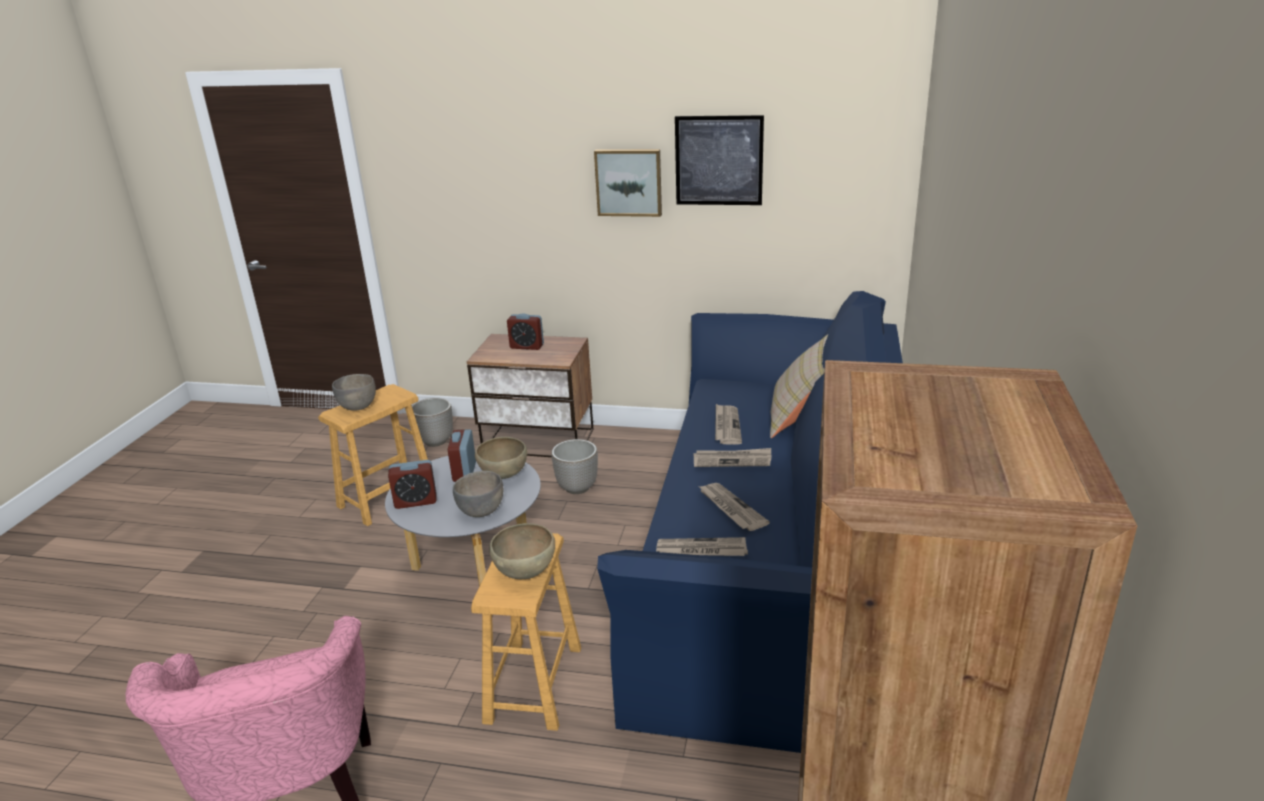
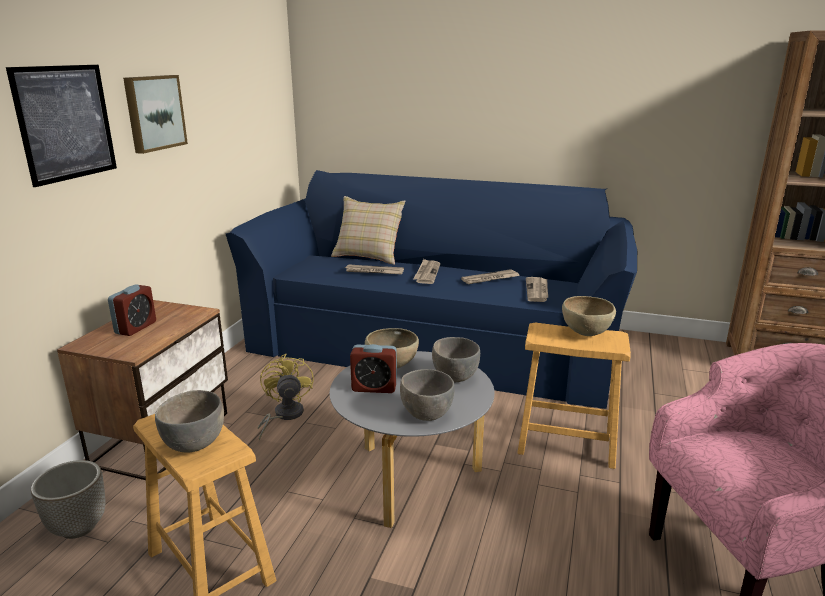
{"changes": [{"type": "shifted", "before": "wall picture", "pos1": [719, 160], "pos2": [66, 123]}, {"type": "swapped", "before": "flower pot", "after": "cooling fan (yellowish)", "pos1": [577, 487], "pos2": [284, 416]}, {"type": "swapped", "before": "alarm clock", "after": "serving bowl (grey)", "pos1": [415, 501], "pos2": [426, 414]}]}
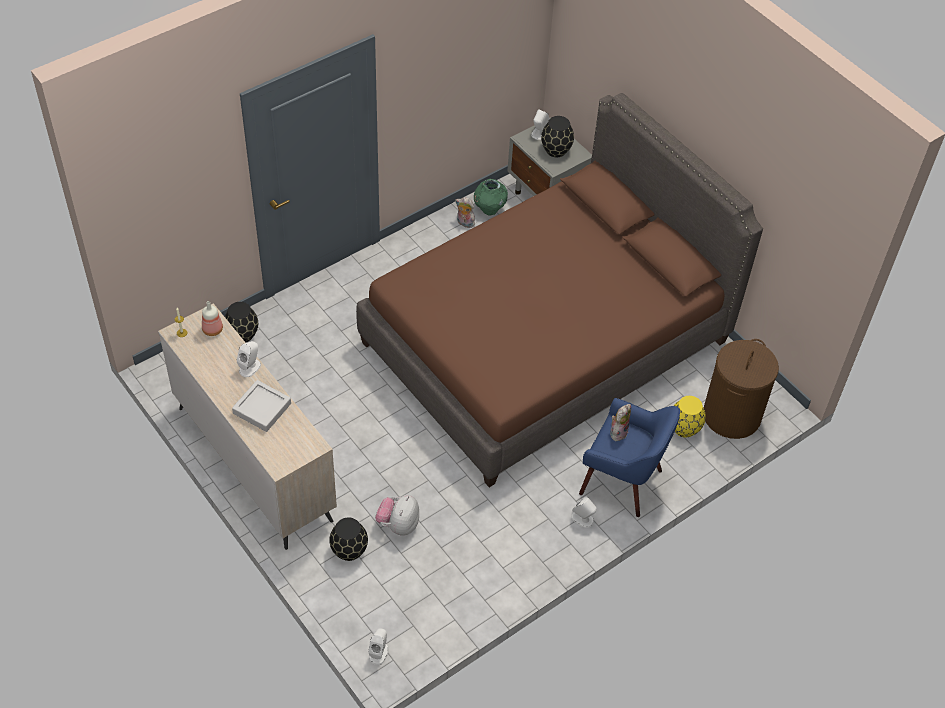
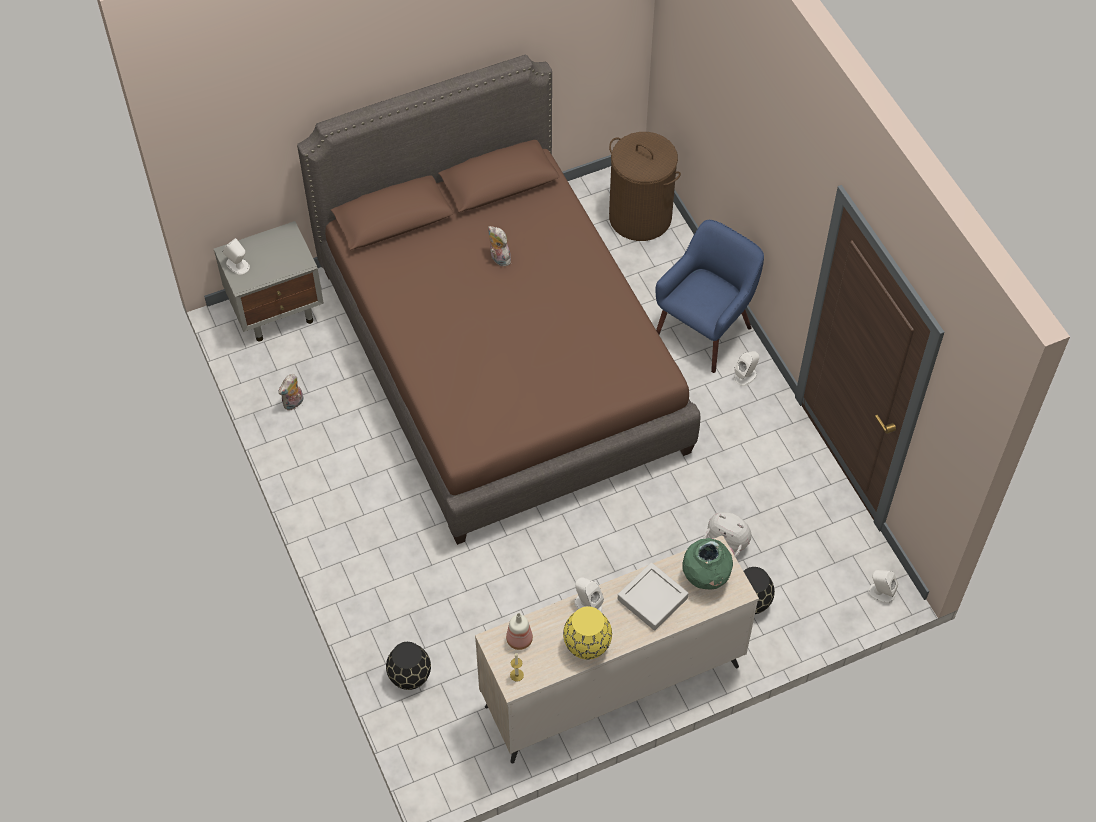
{"changes": [{"type": "shifted", "before": "cuddly toy", "pos1": [618, 431], "pos2": [498, 258]}, {"type": "shifted", "before": "flower vase (yellowish)", "pos1": [685, 428], "pos2": [587, 645]}, {"type": "shifted", "before": "flower vase (green)", "pos1": [489, 209], "pos2": [705, 578]}, {"type": "gone", "before": "flower vase (black)", "pos1": [556, 150]}]}
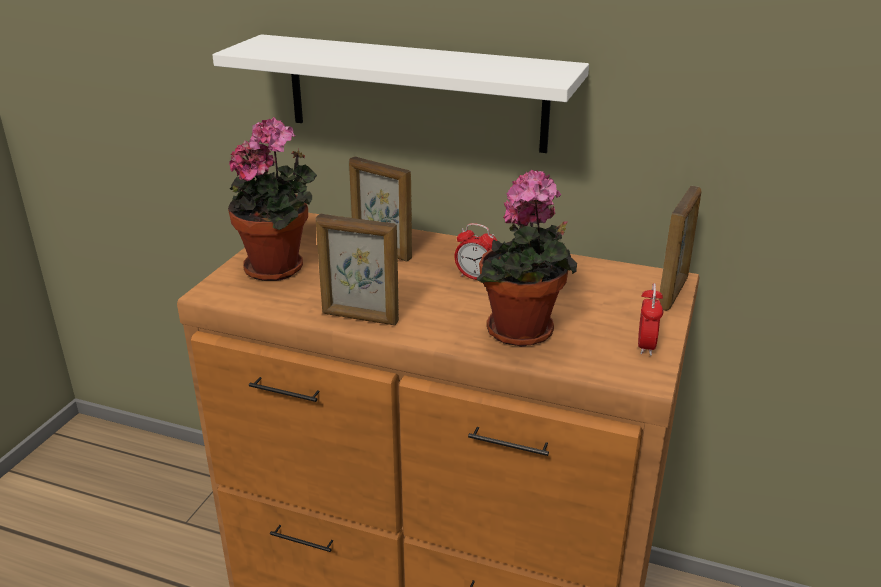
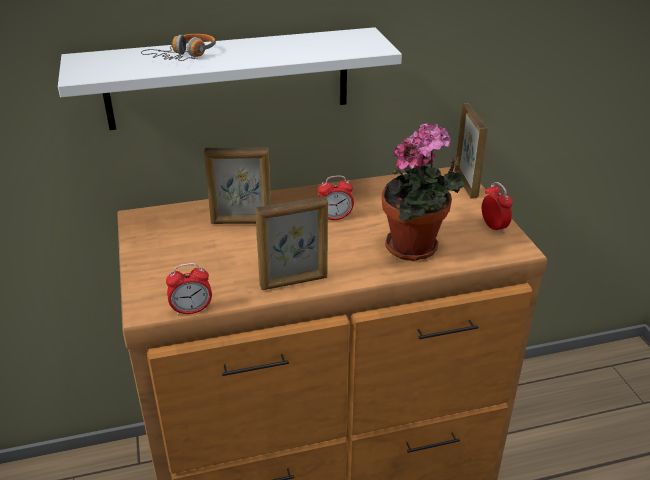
{"changes": [{"type": "new", "after": "headset", "pos2": [185, 56]}, {"type": "new", "after": "alarm clock", "pos2": [191, 310]}, {"type": "gone", "before": "potted plant", "pos1": [280, 267]}]}
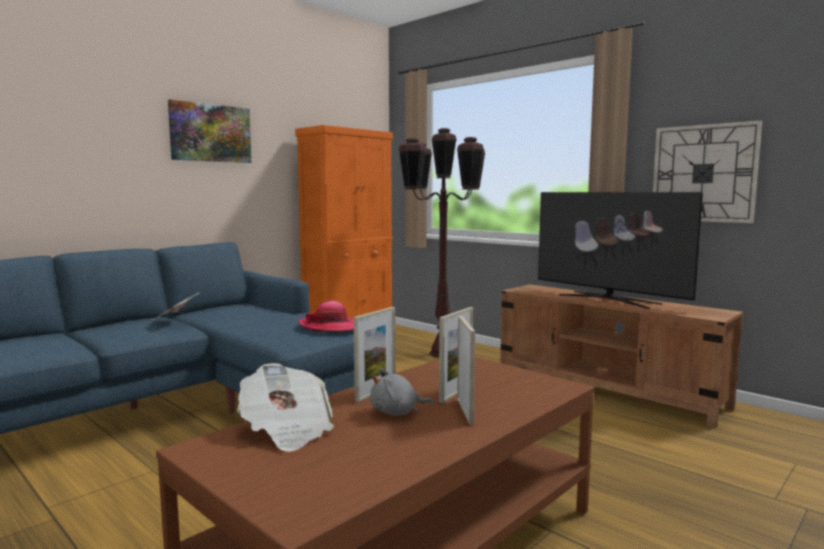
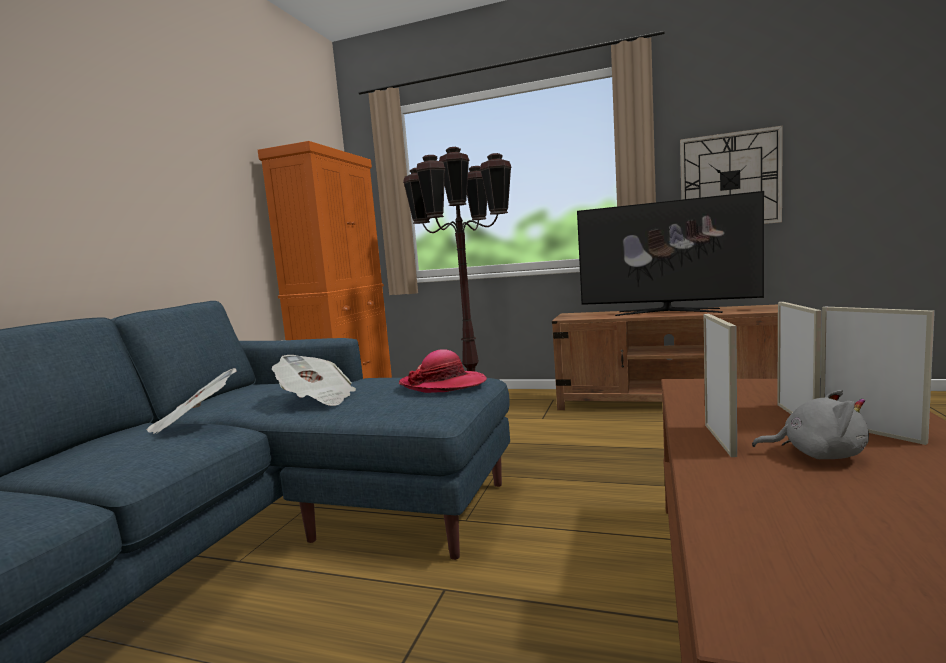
{"changes": [{"type": "shifted", "before": "printed paper", "pos1": [287, 430], "pos2": [317, 399]}, {"type": "rotated", "before": "cuddly toy (grey)", "pos1": [397, 412], "pos2": [817, 455], "turn": -120}, {"type": "gone", "before": "wall picture", "pos1": [210, 133]}]}
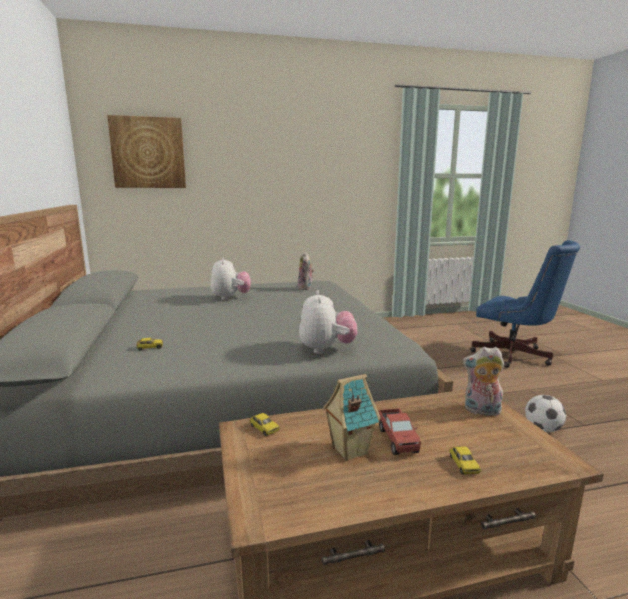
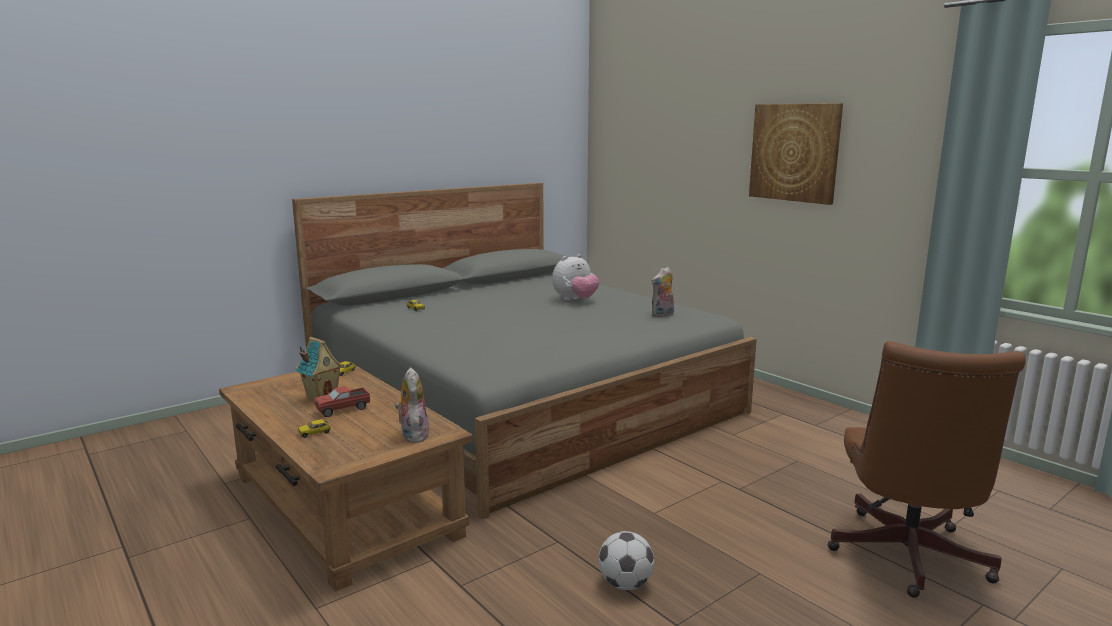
{"changes": [{"type": "shifted", "before": "wall picture", "pos1": [148, 153], "pos2": [794, 152]}, {"type": "repainted", "before": "office chair (bluish)", "after": "office chair (brown-coloured)", "pos1": [515, 356], "pos2": [906, 559]}, {"type": "gone", "before": "cuddly toy", "pos1": [326, 349]}]}
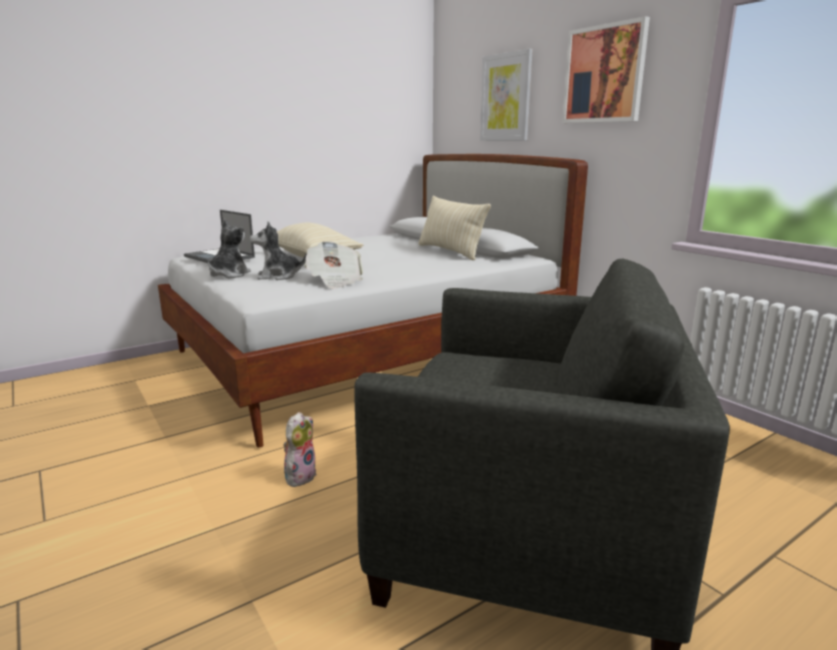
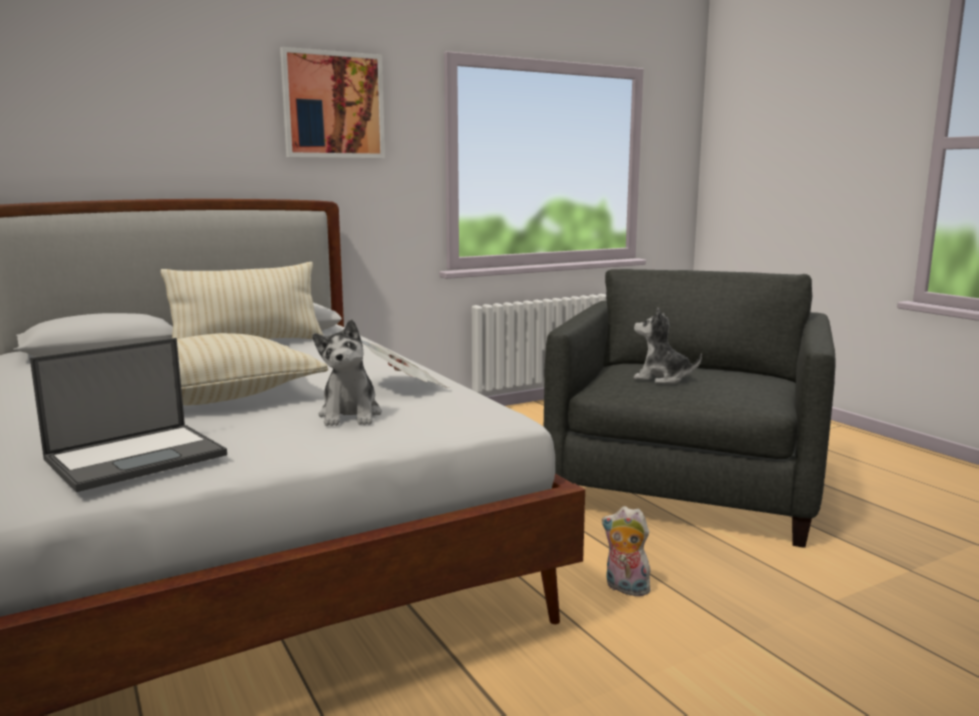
{"changes": [{"type": "shifted", "before": "cuddly toy", "pos1": [229, 275], "pos2": [662, 378]}, {"type": "gone", "before": "wall picture", "pos1": [506, 97]}]}
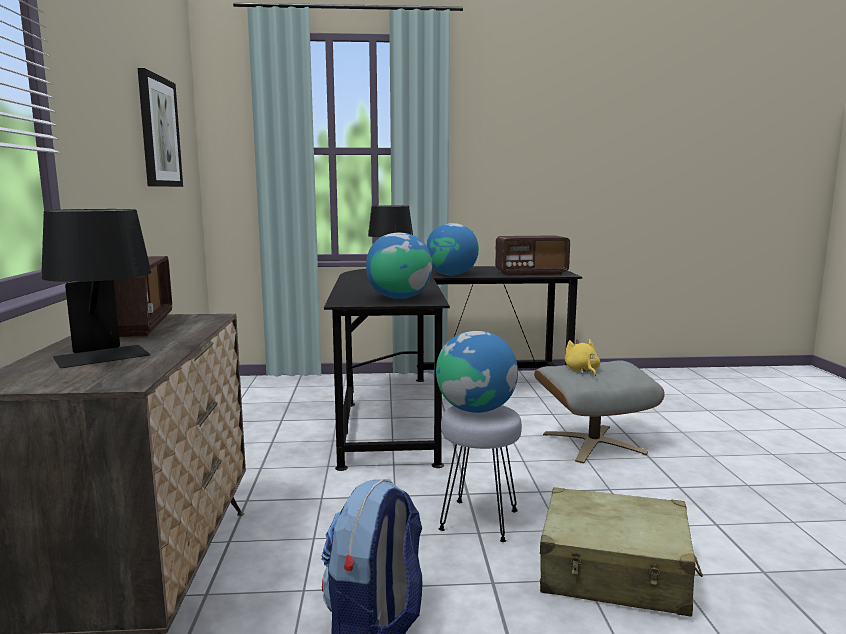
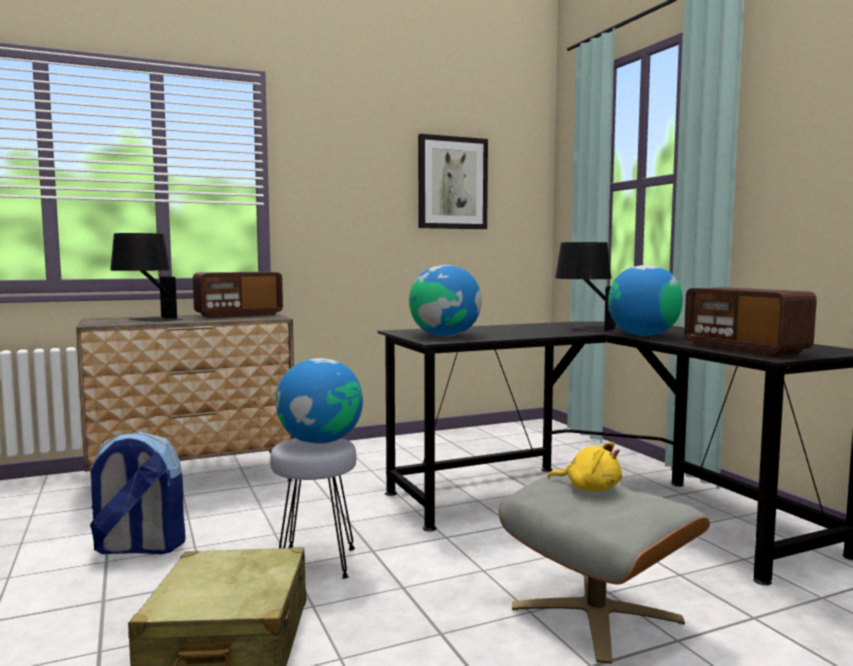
{"changes": [{"type": "rotated", "before": "cuddly toy (yellowish)", "pos1": [582, 371], "pos2": [590, 488], "turn": 60}]}
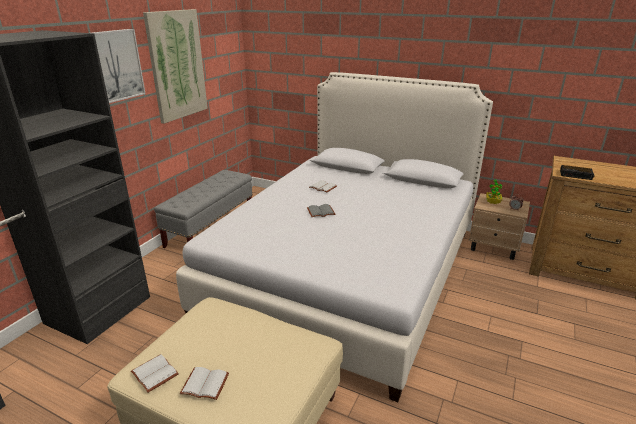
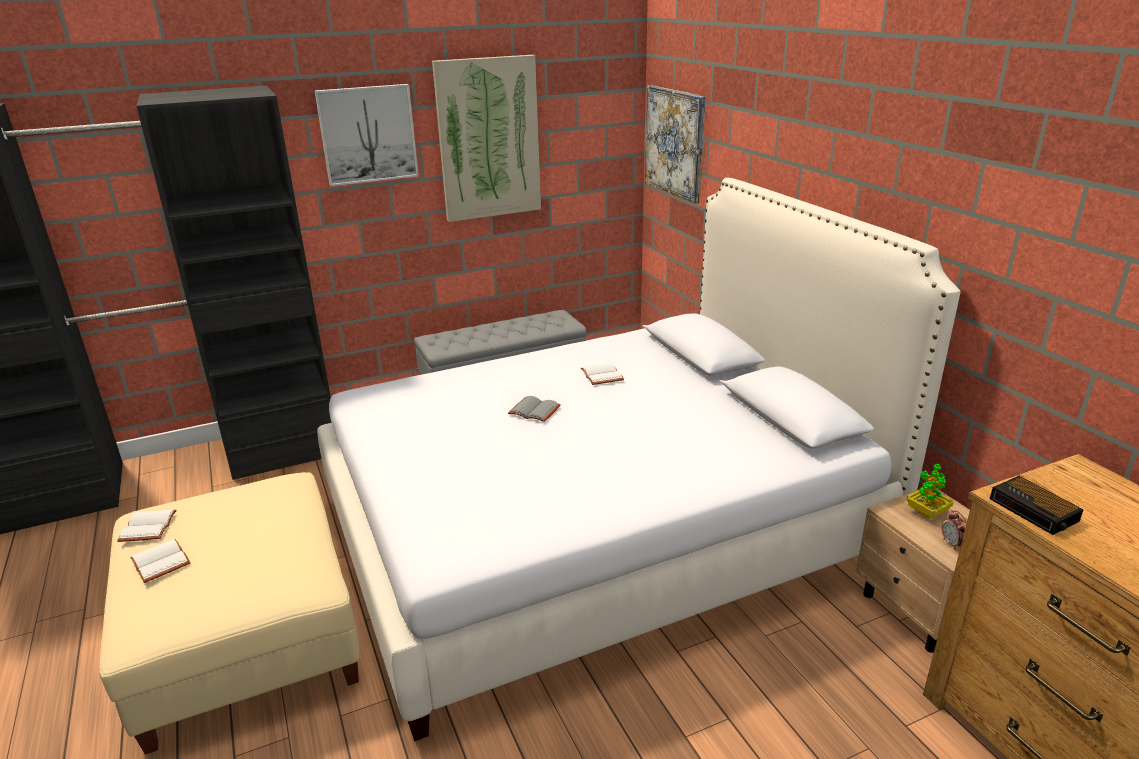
{"changes": [{"type": "new", "after": "wall picture", "pos2": [675, 142]}]}
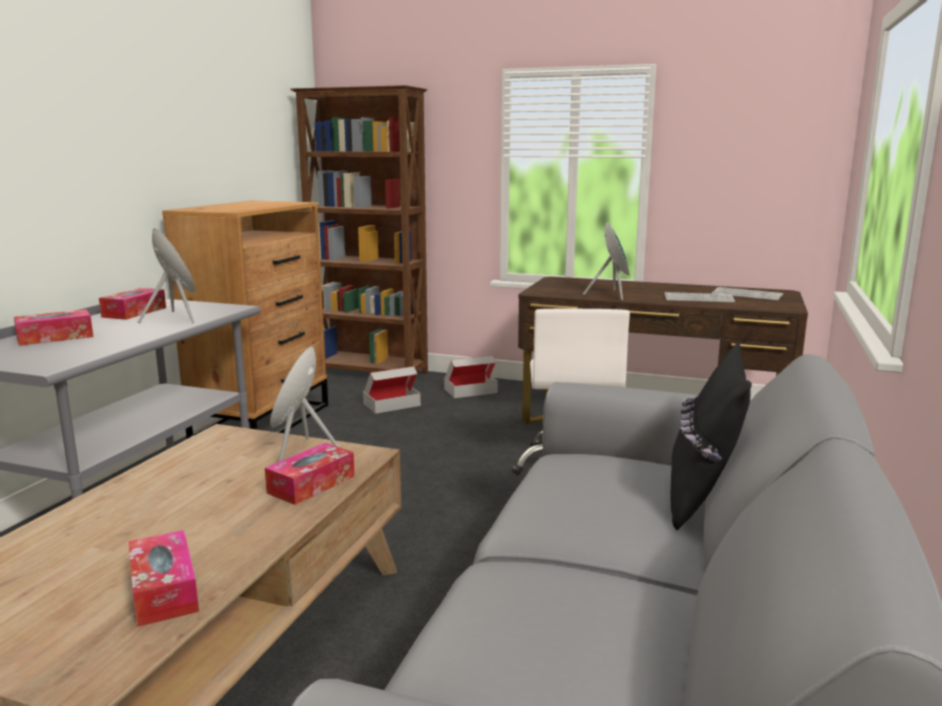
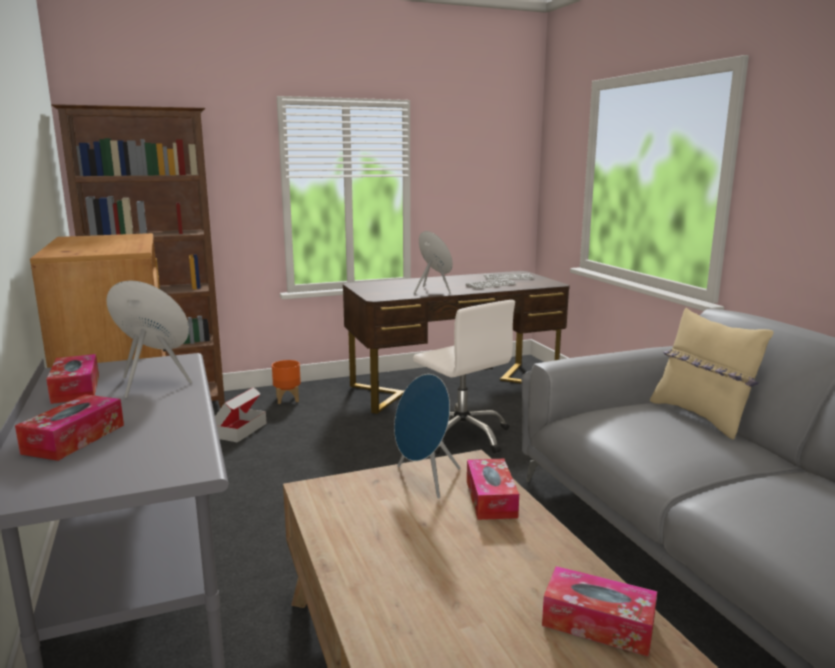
{"changes": [{"type": "swapped", "before": "packing box", "after": "flower pot (orangey)", "pos1": [470, 391], "pos2": [287, 399]}, {"type": "repainted", "before": "cushion (black)", "after": "cushion (sand-coloured)", "pos1": [702, 498], "pos2": [701, 417]}]}
